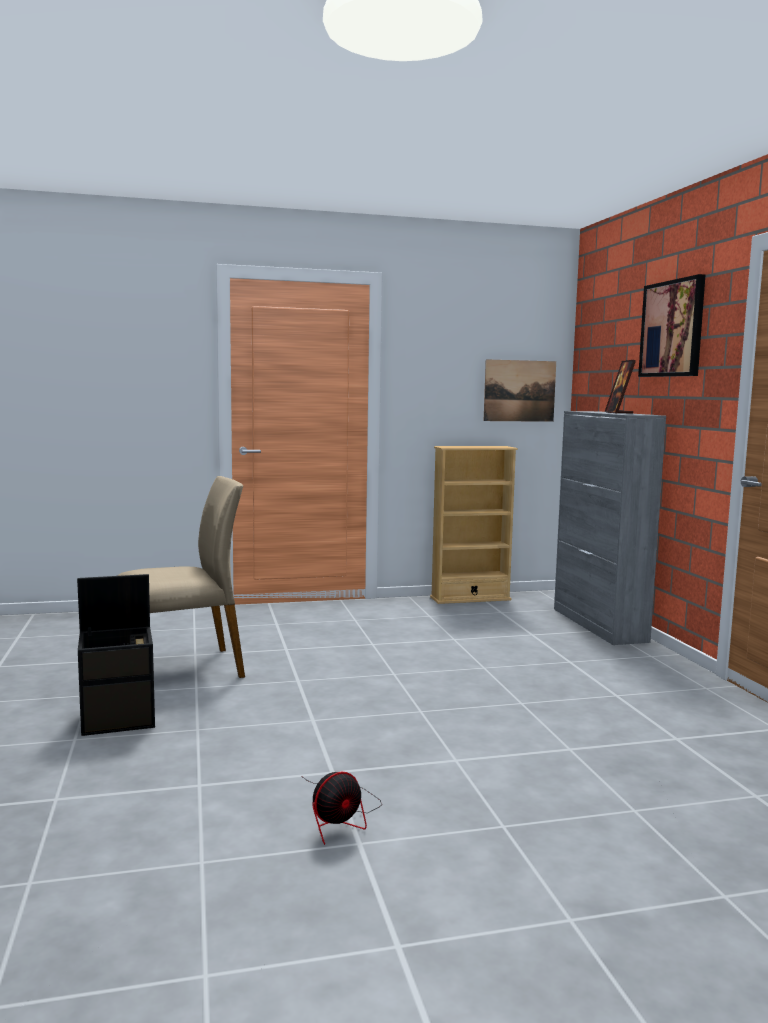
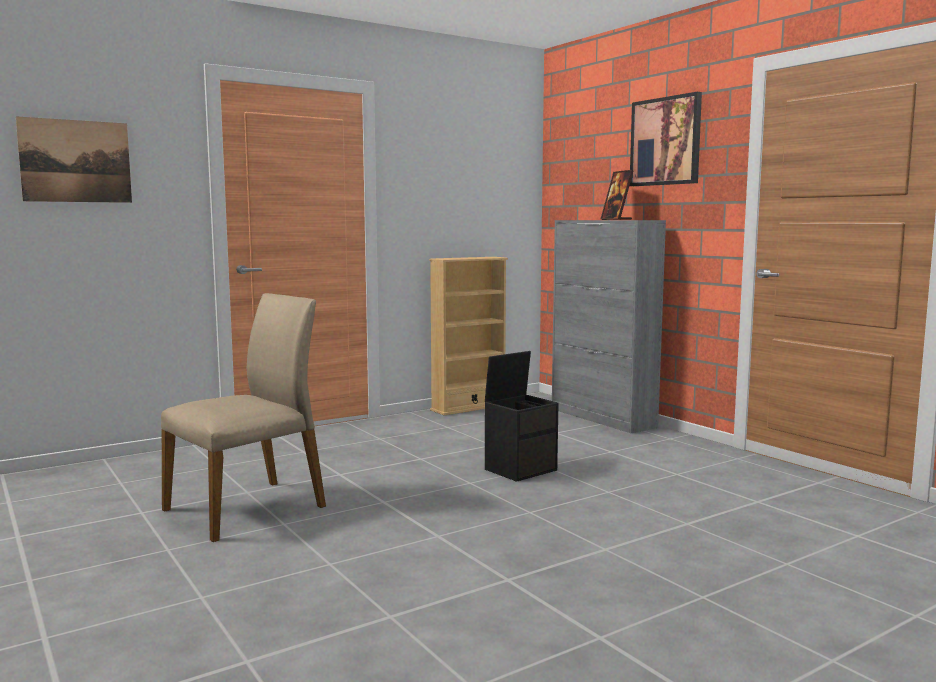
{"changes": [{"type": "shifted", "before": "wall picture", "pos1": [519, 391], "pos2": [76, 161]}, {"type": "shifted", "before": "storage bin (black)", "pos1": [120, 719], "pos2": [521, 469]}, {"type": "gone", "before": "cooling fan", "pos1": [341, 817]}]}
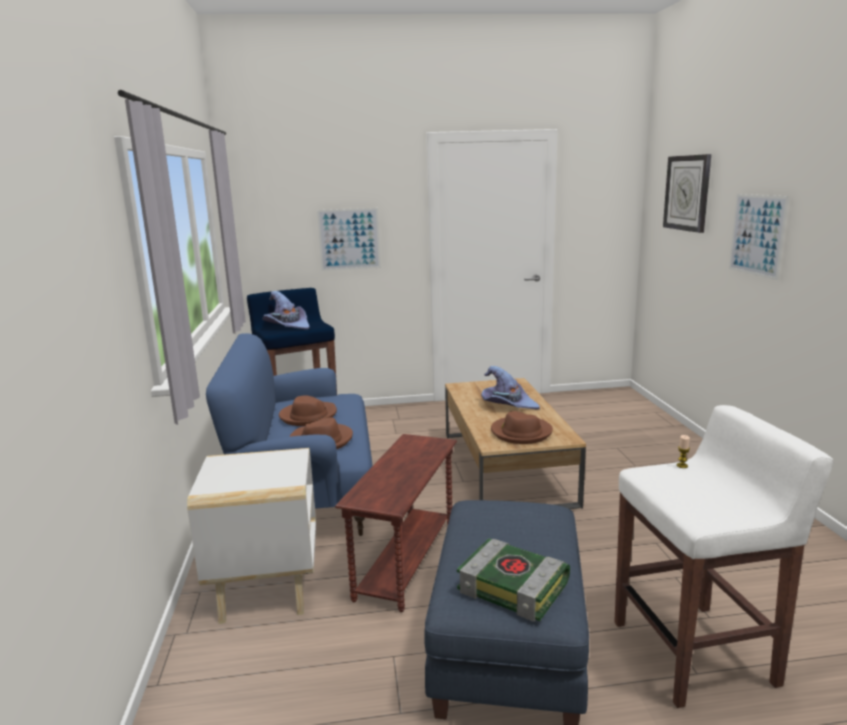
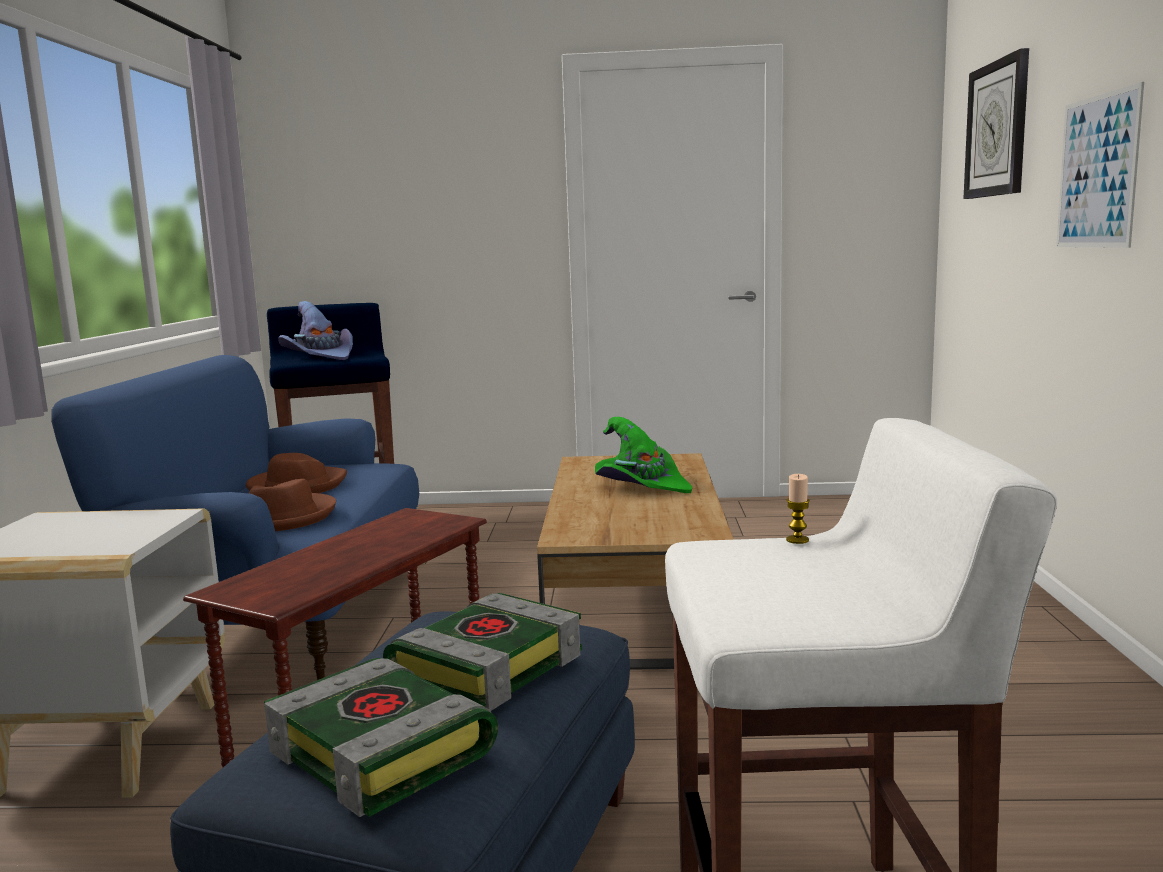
{"changes": [{"type": "new", "after": "bound book", "pos2": [487, 667]}, {"type": "repainted", "before": "clothing hat (purple-coloured)", "after": "clothing hat (green)", "pos1": [508, 404], "pos2": [641, 485]}, {"type": "gone", "before": "wall picture", "pos1": [349, 239]}, {"type": "gone", "before": "clothing hat (brown-coloured)", "pos1": [521, 432]}]}
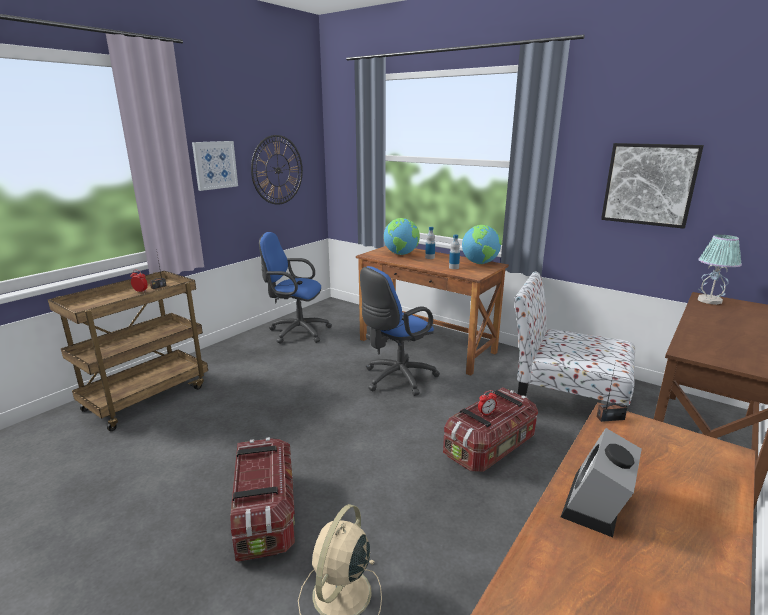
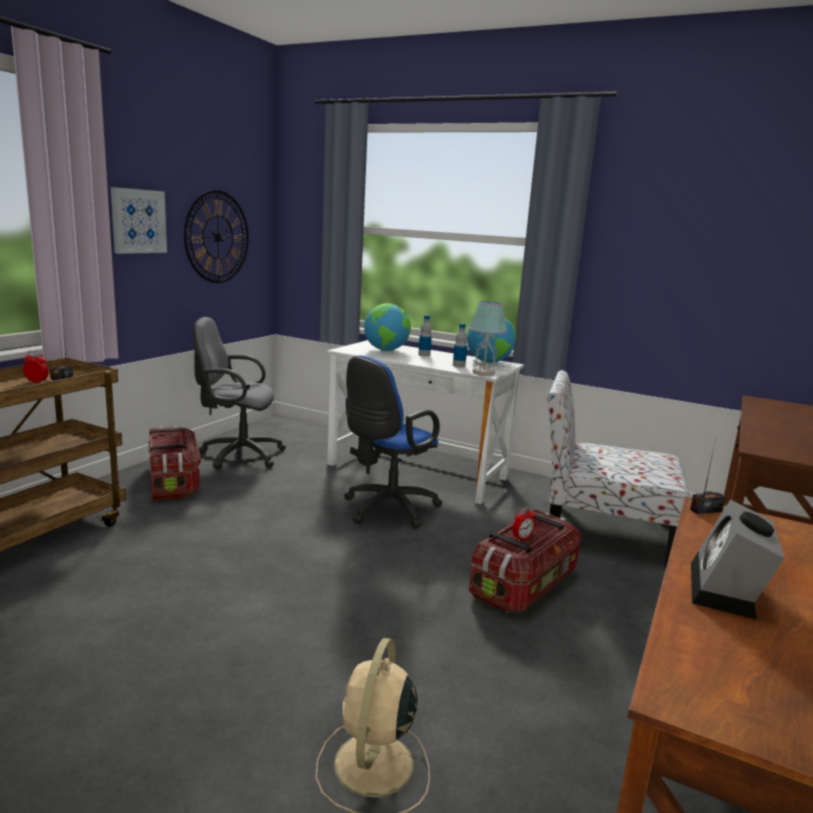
{"changes": [{"type": "shifted", "before": "storage bin", "pos1": [265, 514], "pos2": [173, 481]}, {"type": "repainted", "before": "office chair (bluish)", "after": "office chair (grey)", "pos1": [296, 332], "pos2": [237, 455]}, {"type": "repainted", "before": "desk table (brown-coloured)", "after": "desk table (white-coloured)", "pos1": [427, 346], "pos2": [417, 471]}, {"type": "shifted", "before": "tabletop lamp", "pos1": [710, 300], "pos2": [484, 373]}, {"type": "gone", "before": "wall picture", "pos1": [649, 184]}]}
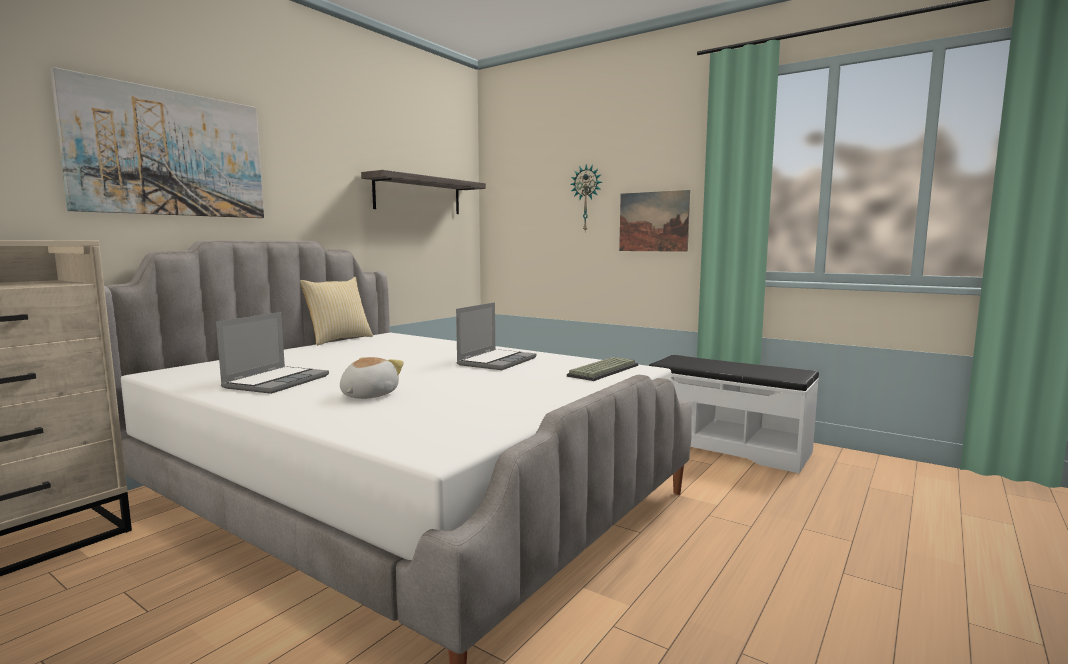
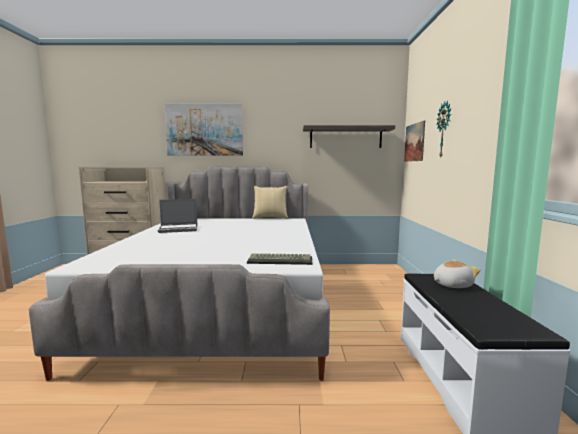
{"changes": [{"type": "shifted", "before": "wall picture", "pos1": [653, 221], "pos2": [414, 142]}, {"type": "shifted", "before": "cuddly toy", "pos1": [368, 395], "pos2": [451, 285]}, {"type": "gone", "before": "laptop", "pos1": [496, 361]}]}
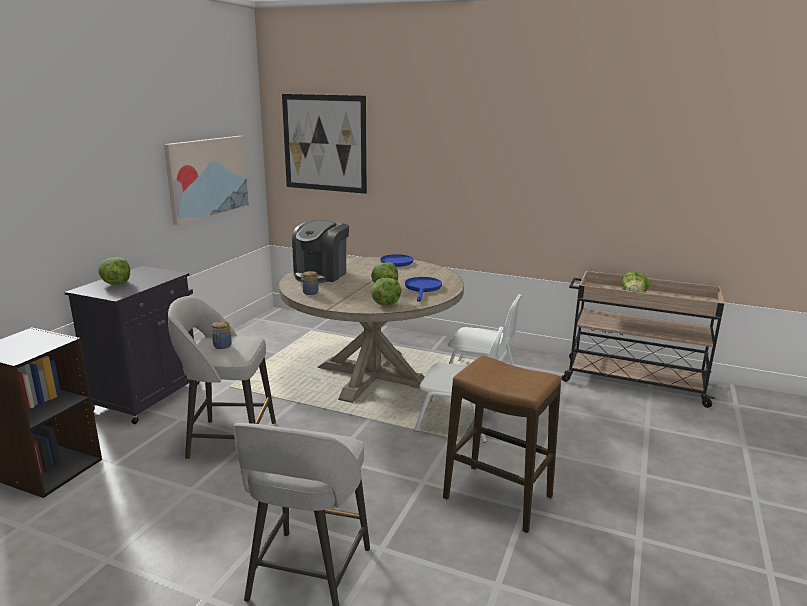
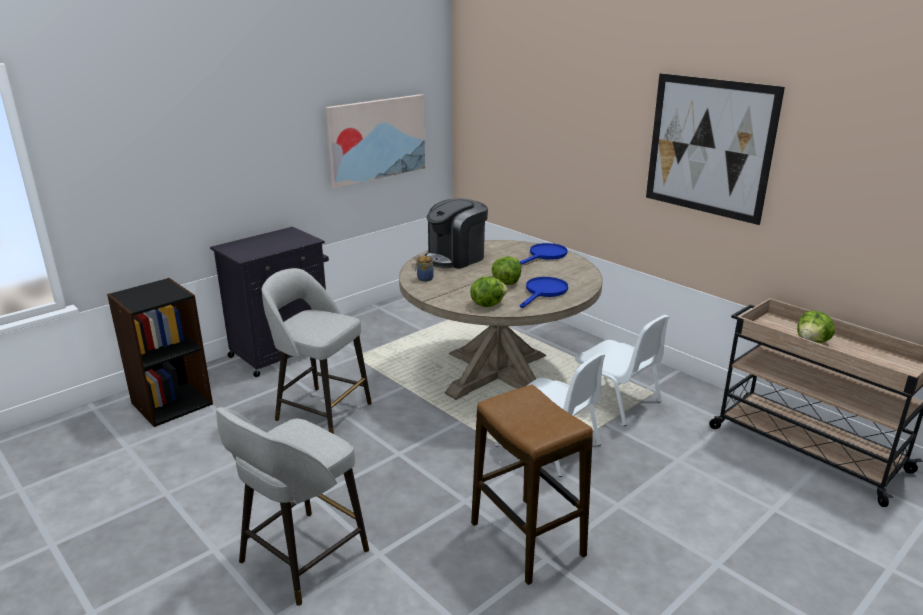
{"changes": [{"type": "shifted", "before": "wall picture", "pos1": [324, 143], "pos2": [709, 147]}, {"type": "gone", "before": "lettuce", "pos1": [116, 283]}, {"type": "gone", "before": "jar", "pos1": [222, 346]}]}
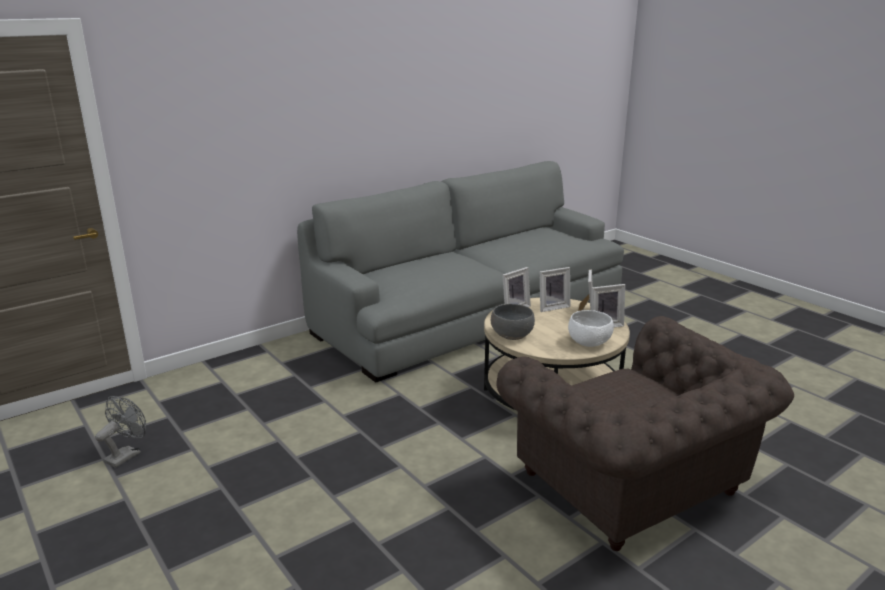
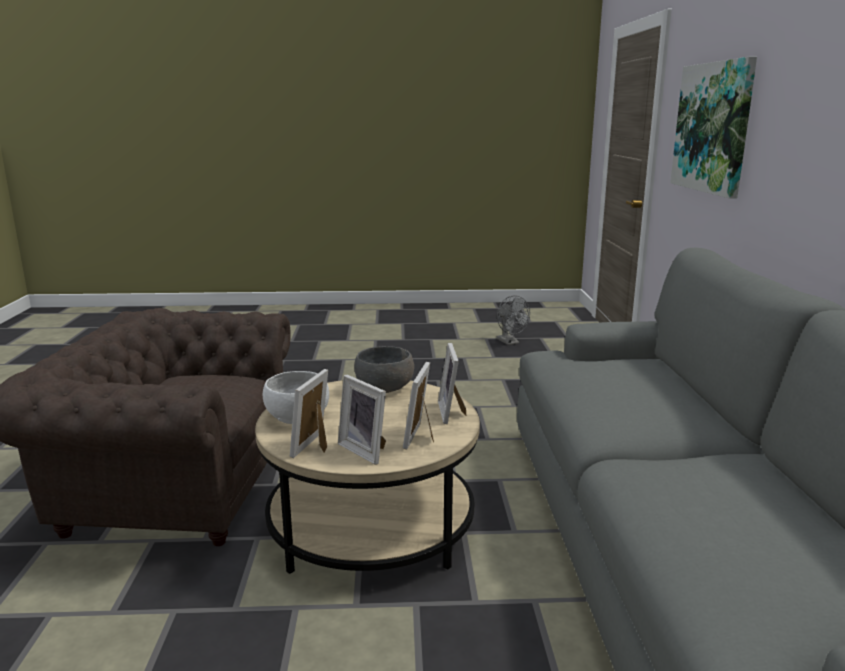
{"changes": [{"type": "new", "after": "wall picture", "pos2": [713, 127]}]}
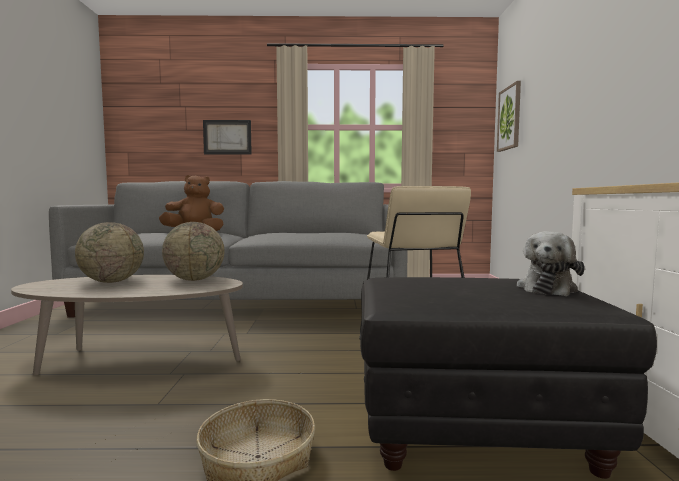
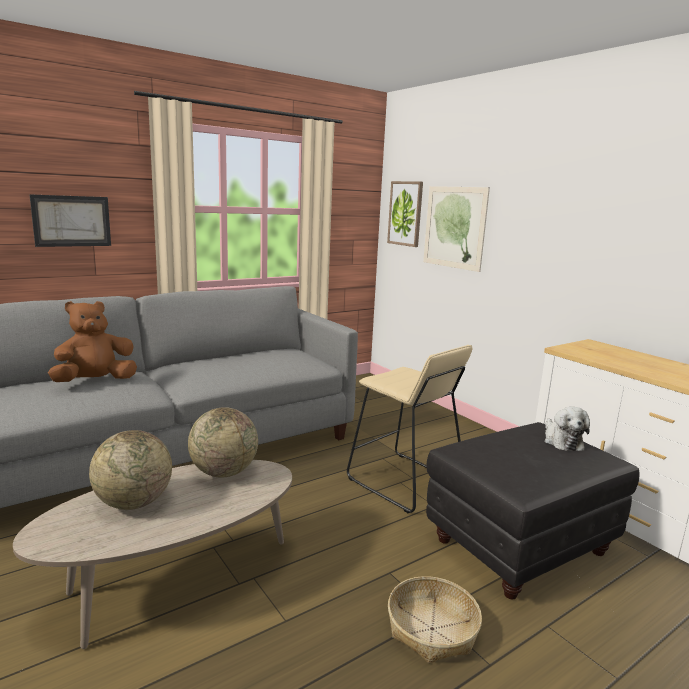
{"changes": [{"type": "new", "after": "wall picture", "pos2": [454, 227]}]}
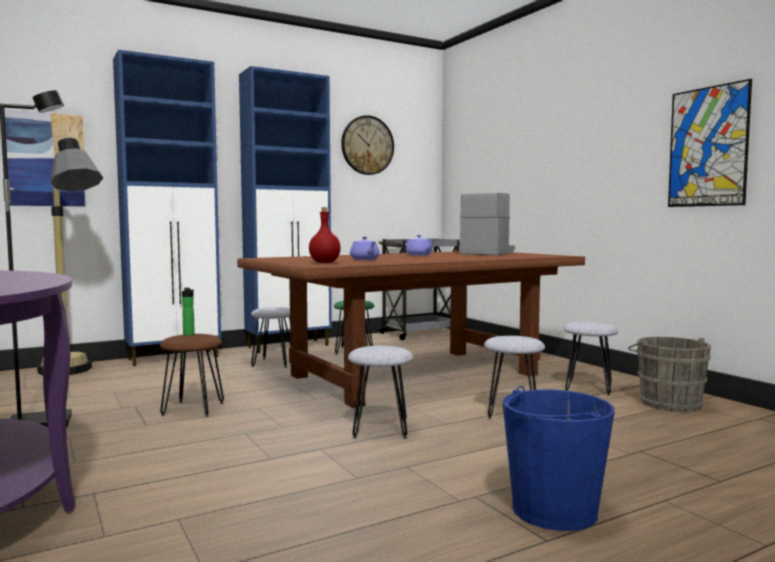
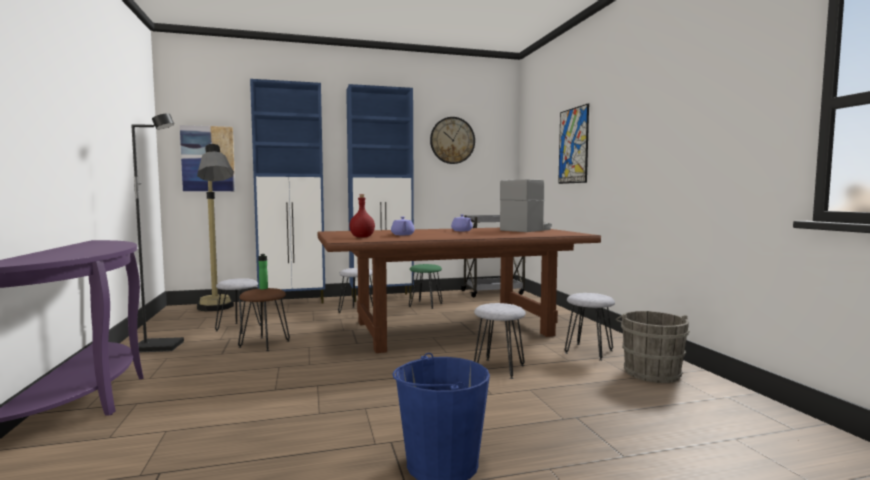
{"changes": [{"type": "shifted", "before": "stool (grey)", "pos1": [380, 429], "pos2": [238, 328]}, {"type": "shifted", "before": "wall picture", "pos1": [708, 147], "pos2": [573, 145]}]}
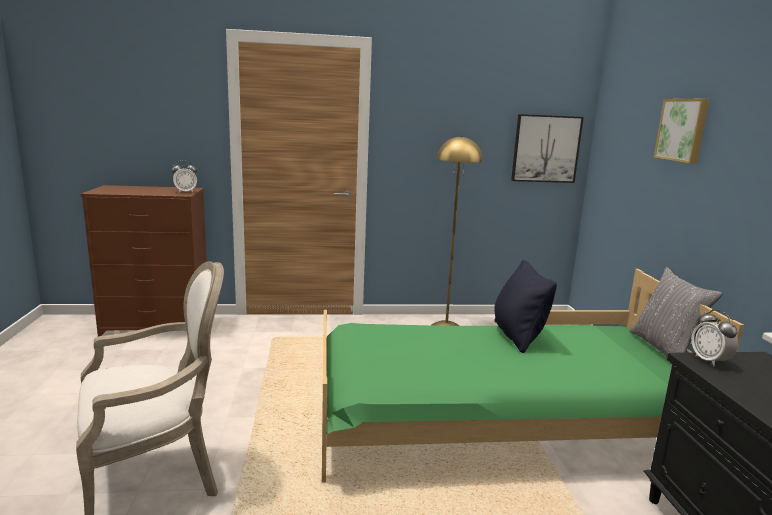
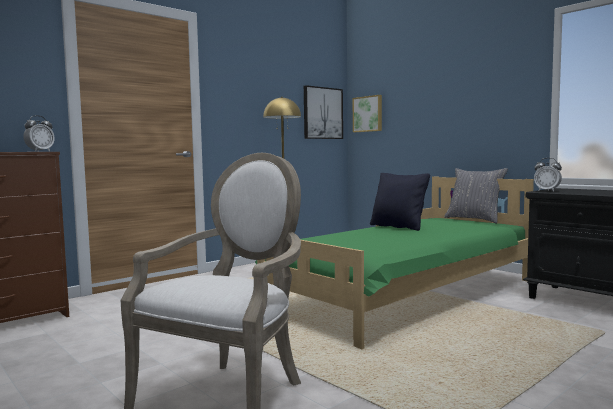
{"changes": [{"type": "shifted", "before": "wall picture", "pos1": [683, 130], "pos2": [368, 114]}]}
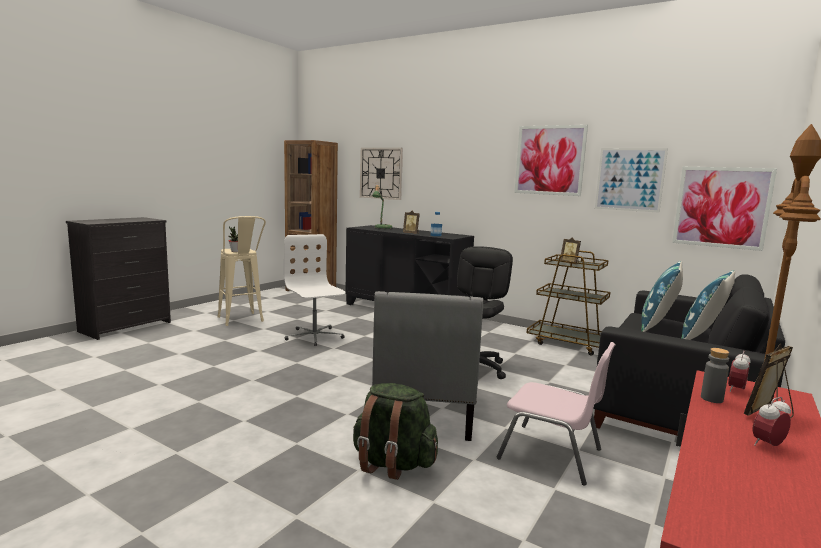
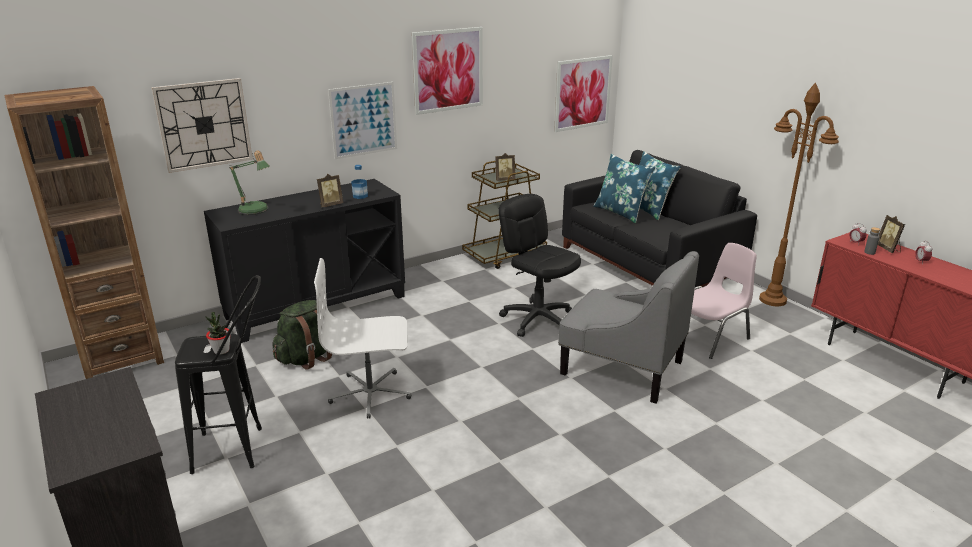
{"changes": [{"type": "repainted", "before": "stool (sand-coloured)", "after": "stool (black)", "pos1": [242, 321], "pos2": [241, 449]}, {"type": "shifted", "before": "backpack (green)", "pos1": [392, 464], "pos2": [307, 358]}, {"type": "shifted", "before": "wall picture", "pos1": [629, 179], "pos2": [363, 120]}]}
